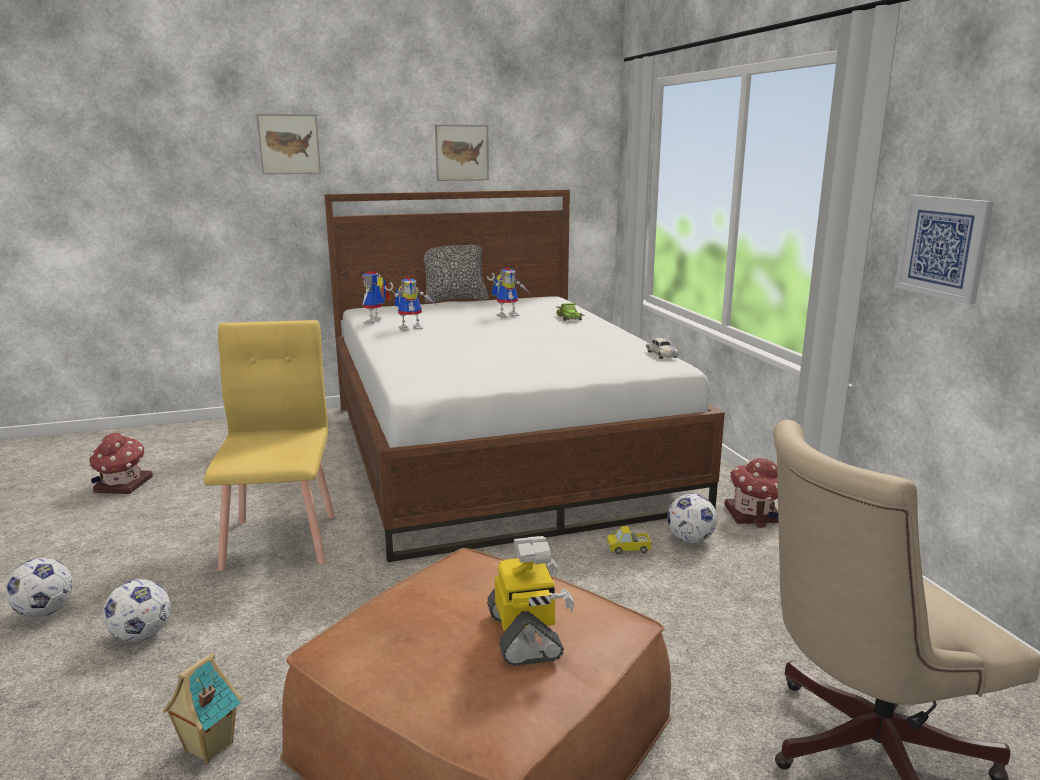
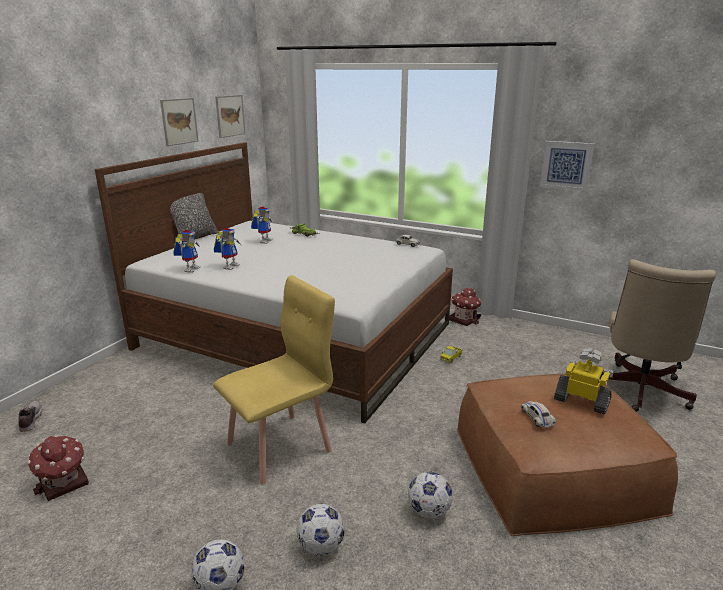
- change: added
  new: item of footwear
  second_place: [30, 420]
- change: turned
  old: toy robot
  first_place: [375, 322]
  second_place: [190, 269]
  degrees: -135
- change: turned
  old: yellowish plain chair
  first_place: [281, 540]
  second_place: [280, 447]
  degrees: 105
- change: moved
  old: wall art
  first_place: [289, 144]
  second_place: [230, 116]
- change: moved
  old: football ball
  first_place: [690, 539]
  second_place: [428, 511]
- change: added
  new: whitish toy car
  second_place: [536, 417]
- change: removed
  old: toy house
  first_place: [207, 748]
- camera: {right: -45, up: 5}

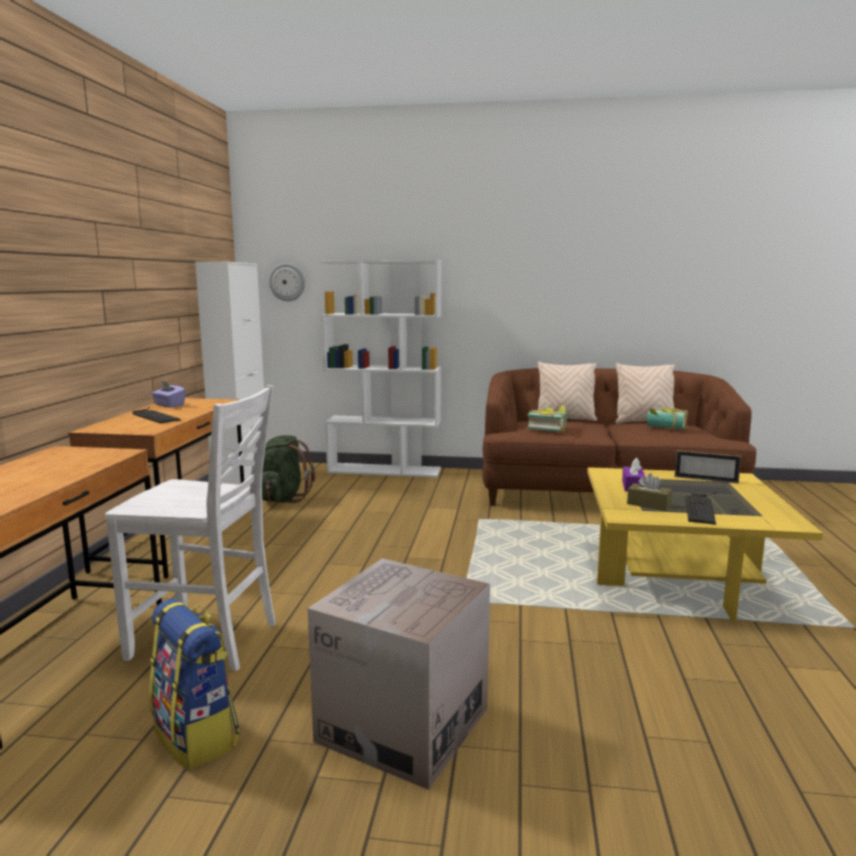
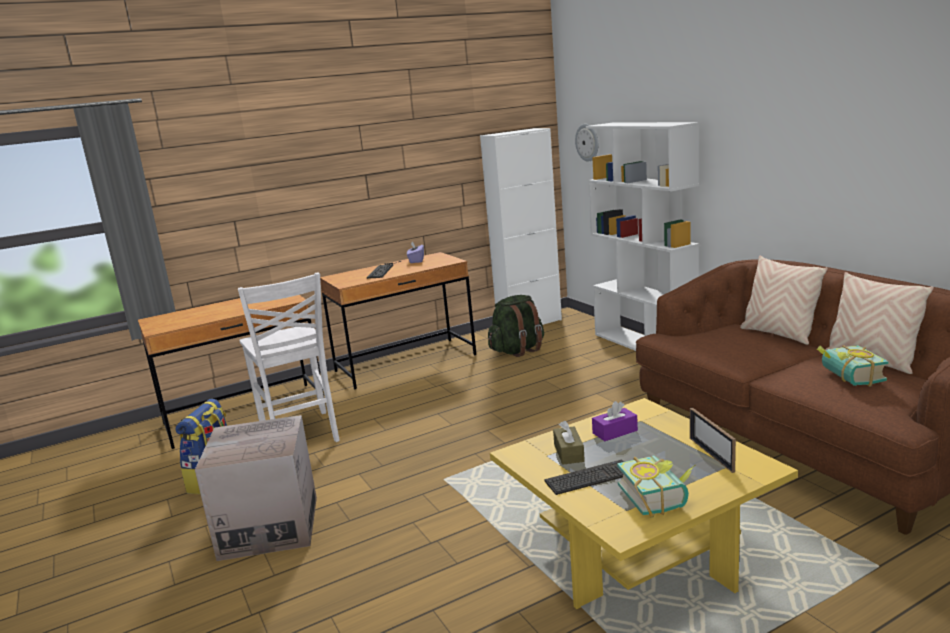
- change: moved
  old: bound book
  first_place: [547, 428]
  second_place: [658, 497]
- camera: {right: 55, up: 5}

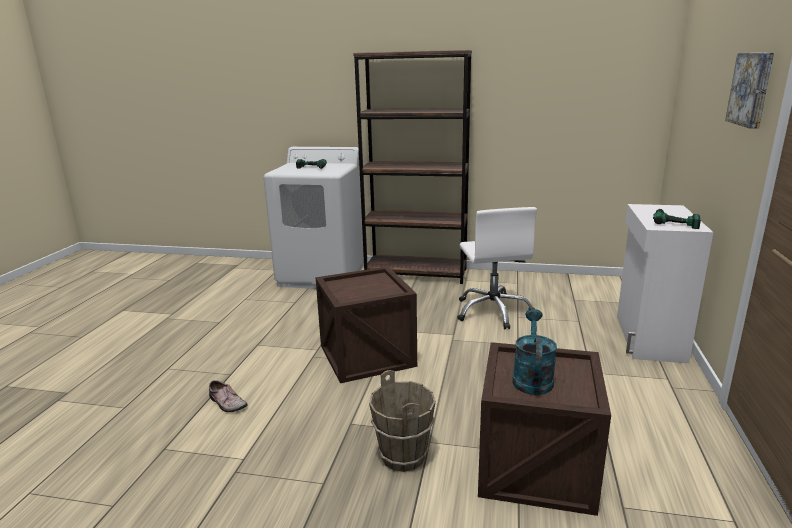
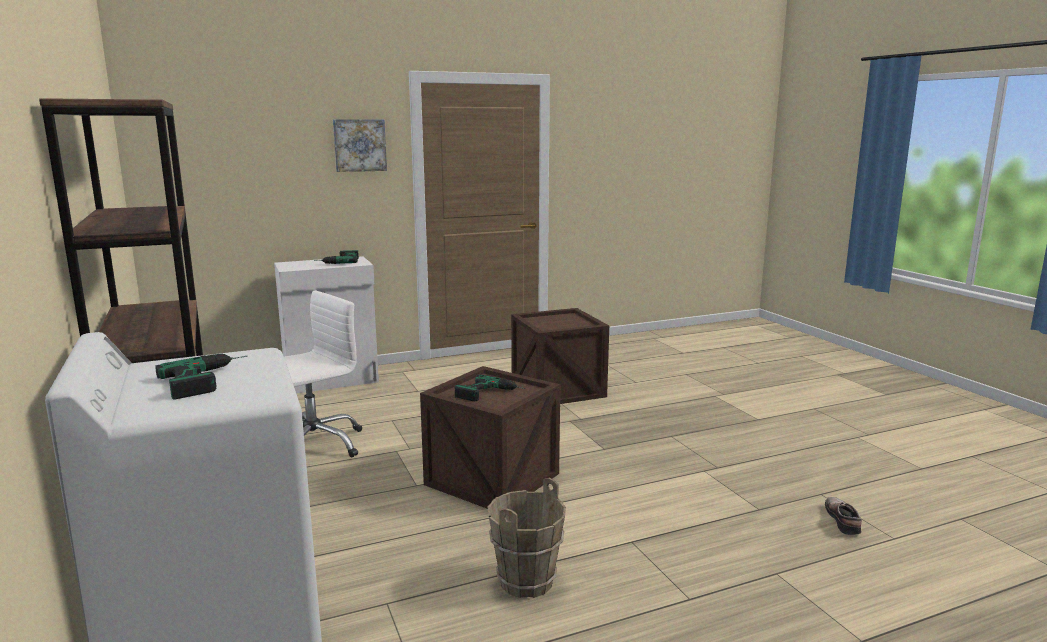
- change: added
  new: drill
  second_place: [491, 394]
- change: moved
  old: brown bucket
  first_place: [404, 456]
  second_place: [525, 581]
- change: moved
  old: item of footwear
  first_place: [226, 403]
  second_place: [844, 520]
- change: removed
  old: blue-green sprinkling can
  first_place: [532, 378]
- camera: {right: -125, up: -5}

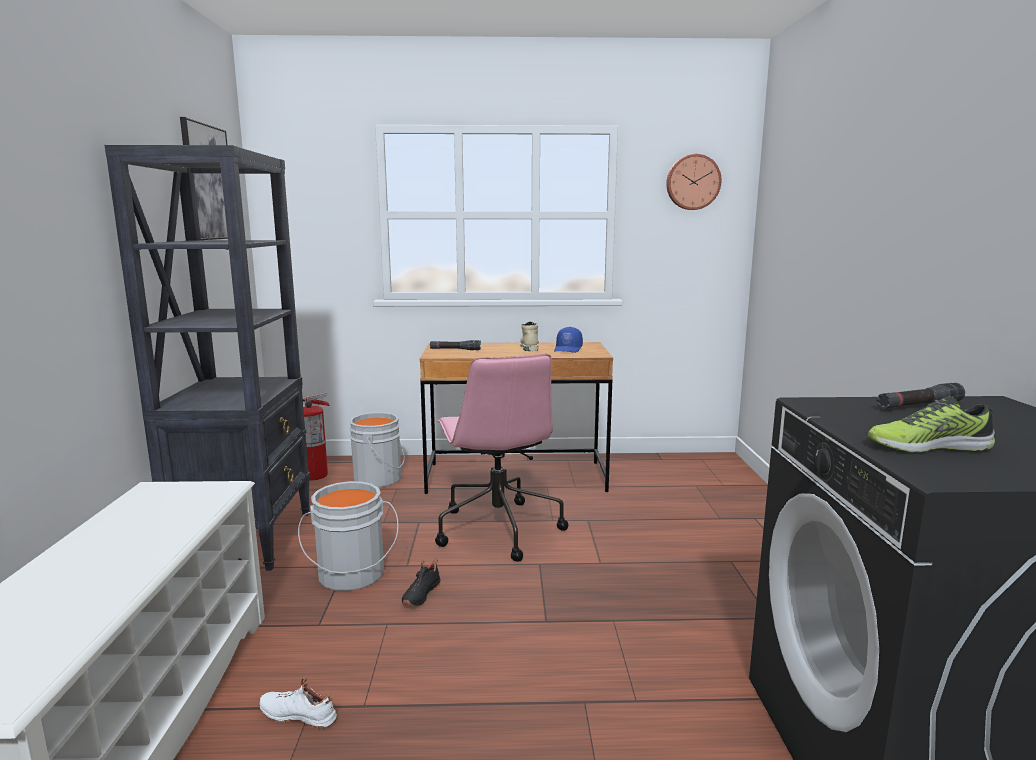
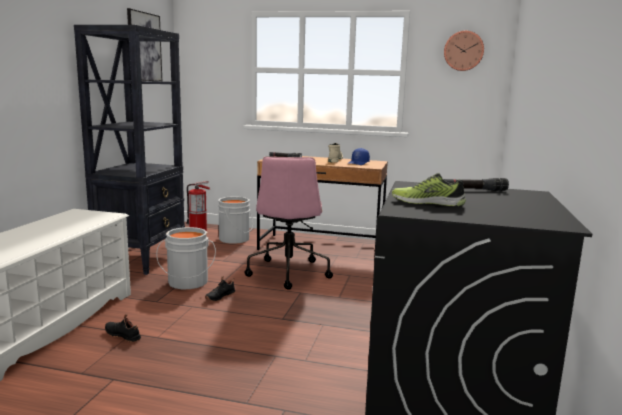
- change: recoloured
  old: whitish item of footwear
  new: blackish item of footwear
  first_place: [299, 714]
  second_place: [123, 335]
- camera: {right: 15, up: 0}

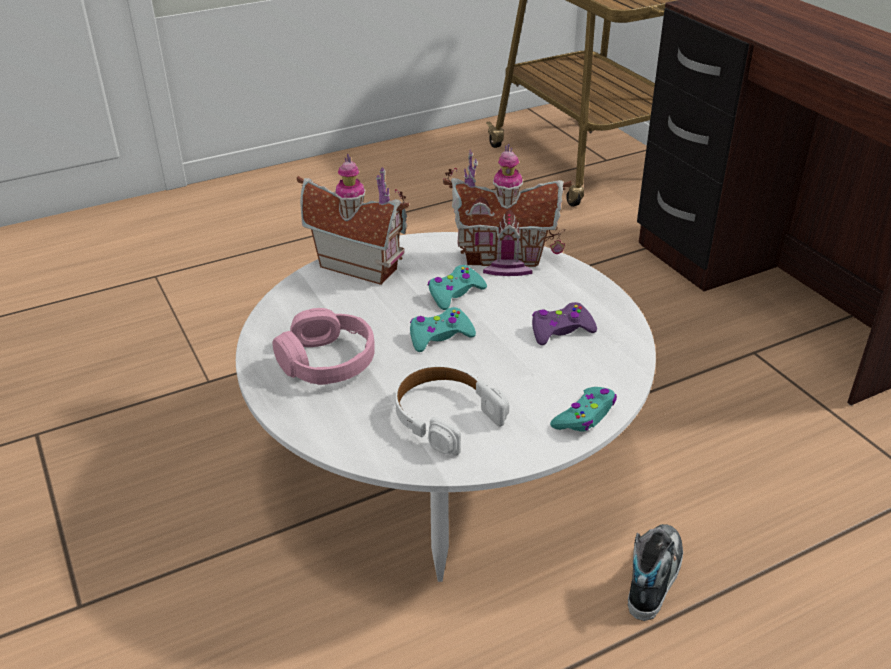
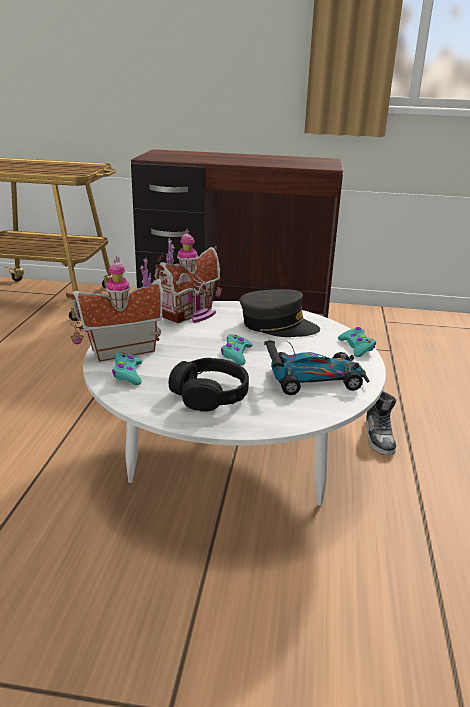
- change: moved
  old: blue-green game controller
  first_place: [455, 293]
  second_place: [128, 374]
- change: recoloured
  old: pink-coloured headphones
  new: blackish headphones
  first_place: [327, 361]
  second_place: [210, 394]
- change: replaced
  old: purple-coloured game controller
  new: gray cap
  first_place: [560, 330]
  second_place: [277, 326]
- change: replaced
  old: whitish headphones
  new: toy car
  first_place: [445, 416]
  second_place: [313, 379]
- change: turned
  old: item of footwear
  first_place: [653, 576]
  second_place: [379, 436]
  degrees: -150
- camera: {right: -55, up: -10}

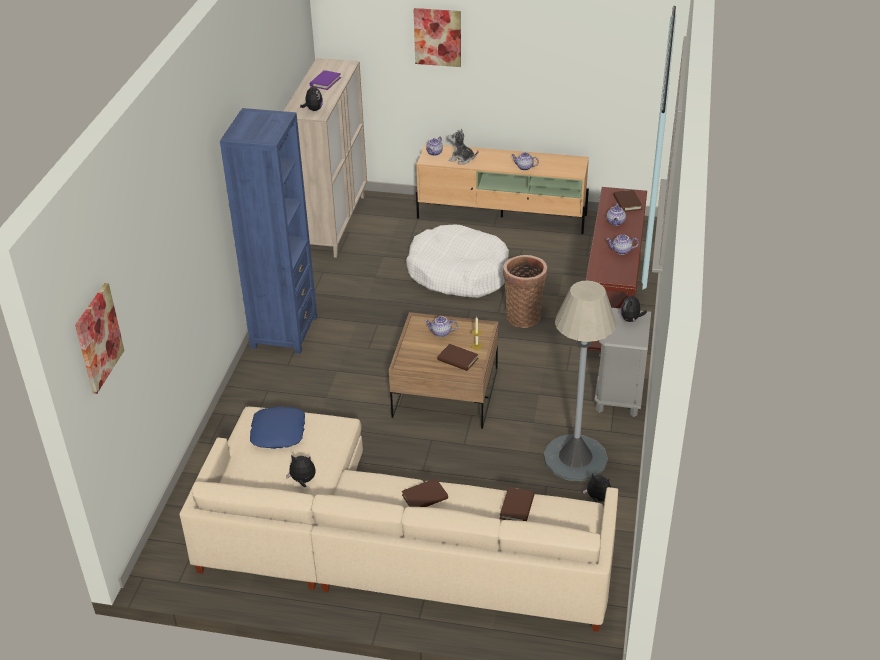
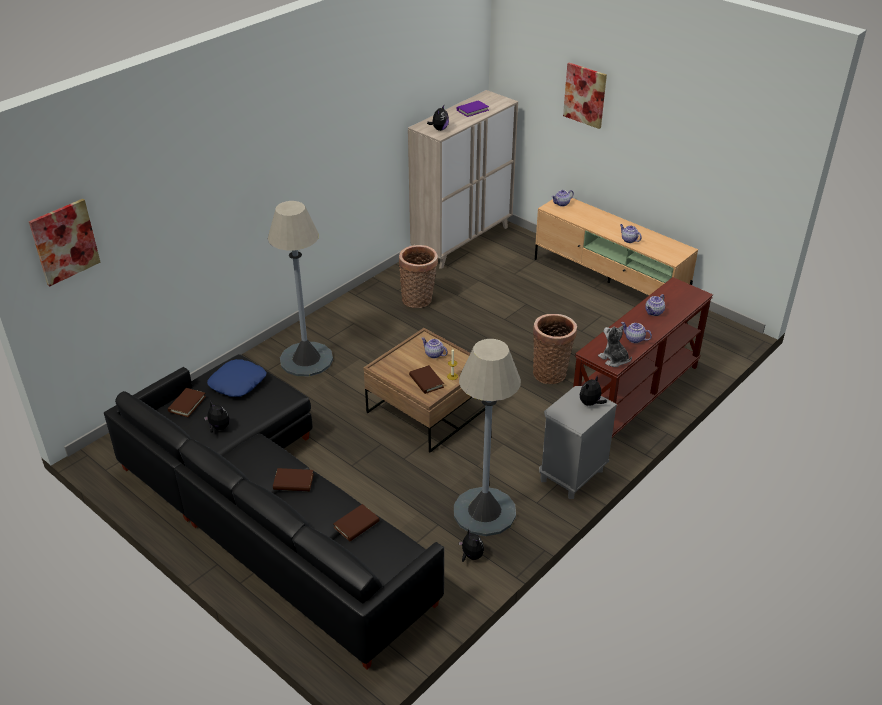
- change: recoloured
  old: sand-coloured settee
  new: blackish settee
  first_place: [383, 546]
  second_place: [267, 512]
- change: moved
  old: brown bound book
  first_place: [627, 202]
  second_place: [187, 404]
- change: added
  new: gray standard lamp
  second_place: [306, 360]
- change: added
  new: household basket
  second_place: [419, 300]
- change: moved
  old: soft toy
  first_place: [461, 159]
  second_place: [614, 359]
- change: removed
  old: blue bookshelf
  first_place: [284, 332]
- change: removed
  old: whitish dog cushion
  first_place: [458, 273]
- camera: {right: 30, up: 0}

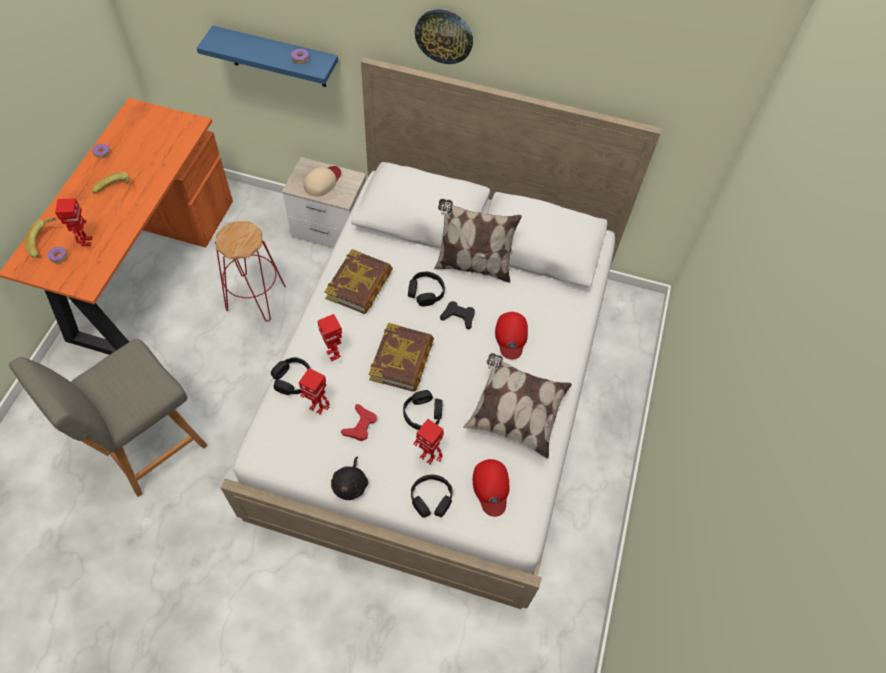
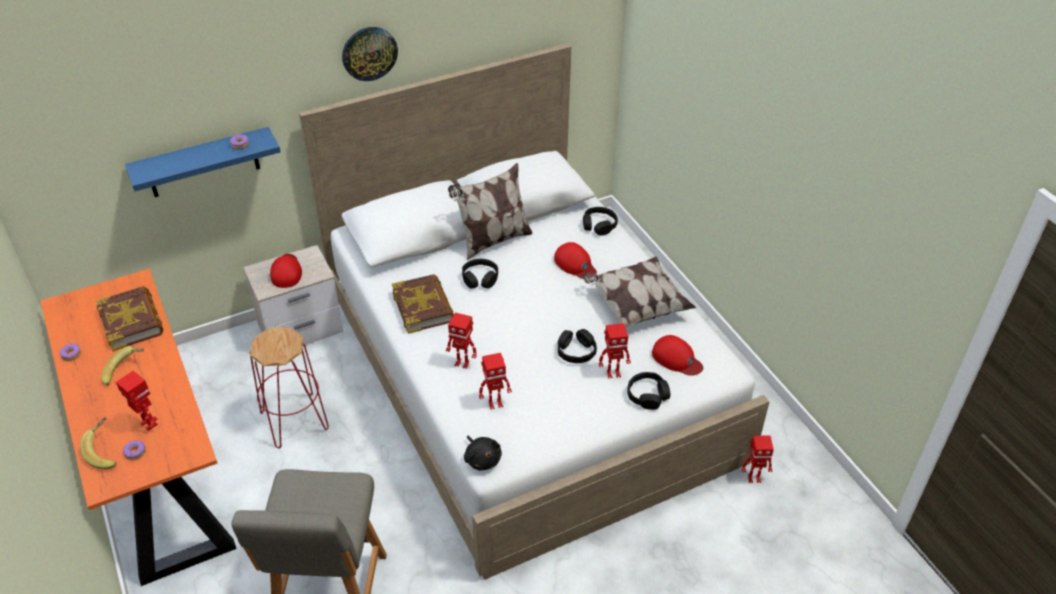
- change: moved
  old: bound book
  first_place: [402, 360]
  second_place: [132, 322]
- change: recoloured
  old: sand-coloured cap
  new: reddish cap
  first_place: [322, 181]
  second_place: [286, 272]
- change: moved
  old: blackish soft toy
  first_place: [350, 484]
  second_place: [482, 459]
- change: moved
  old: blackish headphones
  first_place: [293, 380]
  second_place: [599, 225]
- change: added
  new: toy robot
  second_place: [754, 478]
- change: removed
  old: reddish game controller
  first_place: [360, 425]
- change: removed
  old: blackish game controller
  first_place: [458, 316]
- camera: {right: -40, up: -15}

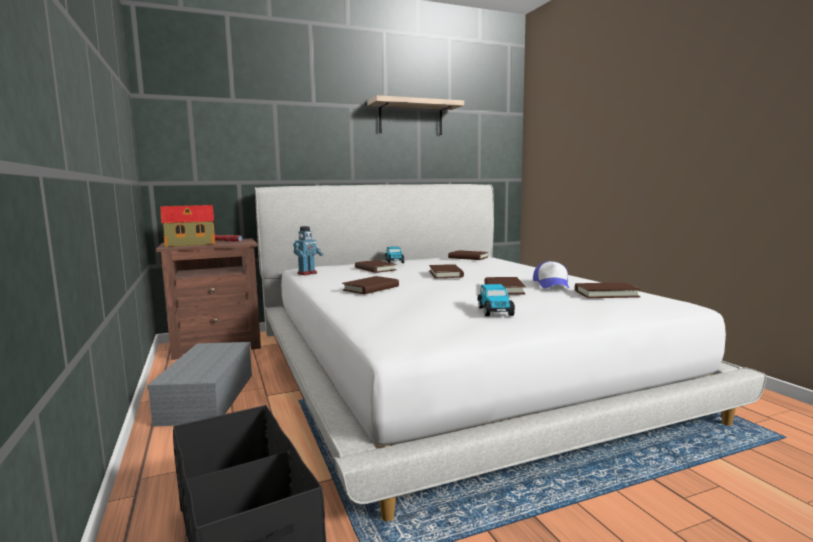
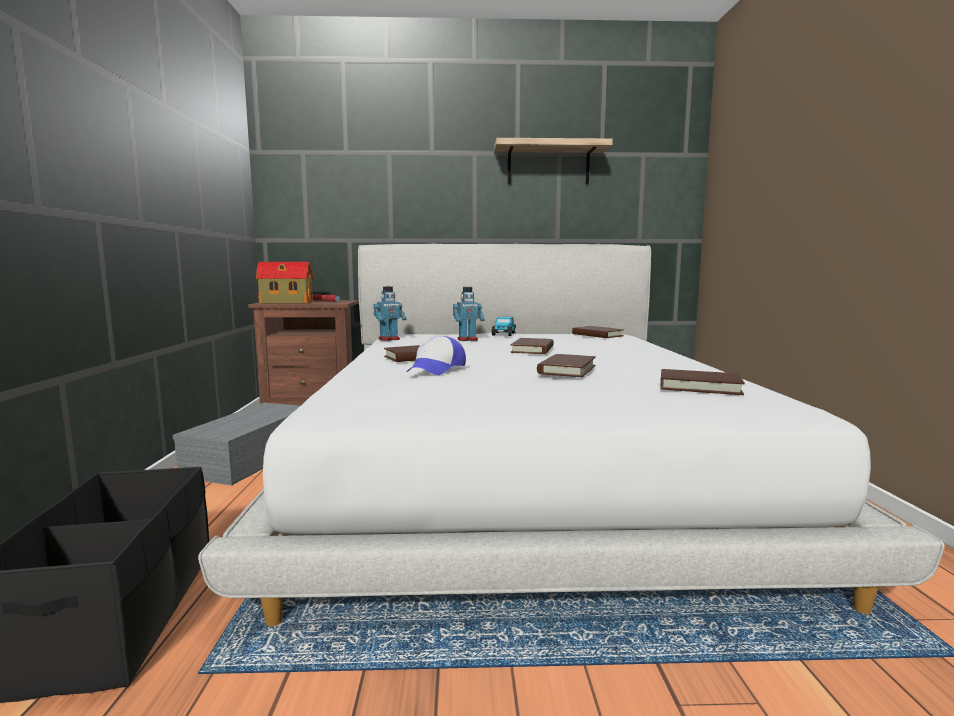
- change: moved
  old: cap
  first_place: [552, 284]
  second_place: [436, 369]
- change: replaced
  old: brown bound book
  new: toy robot
  first_place: [375, 269]
  second_place: [467, 340]
- change: removed
  old: toy car
  first_place: [495, 311]
- camera: {right: 20, up: 0}

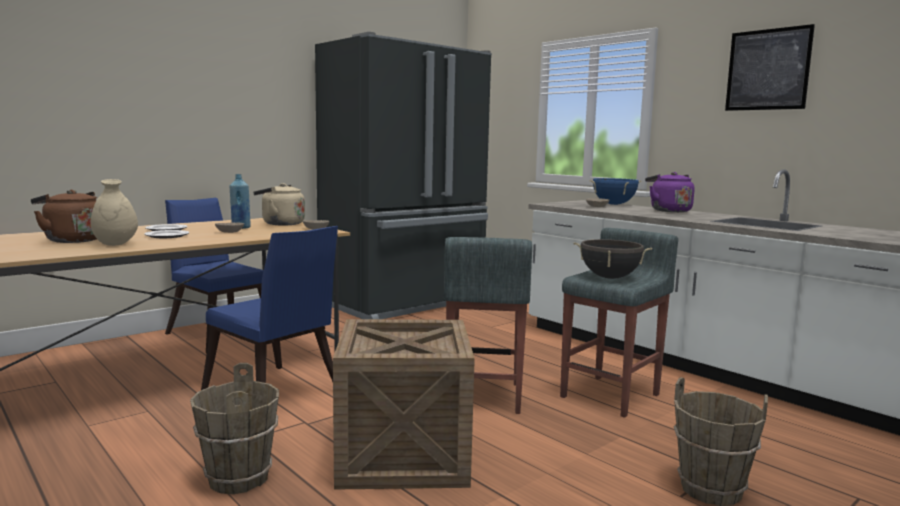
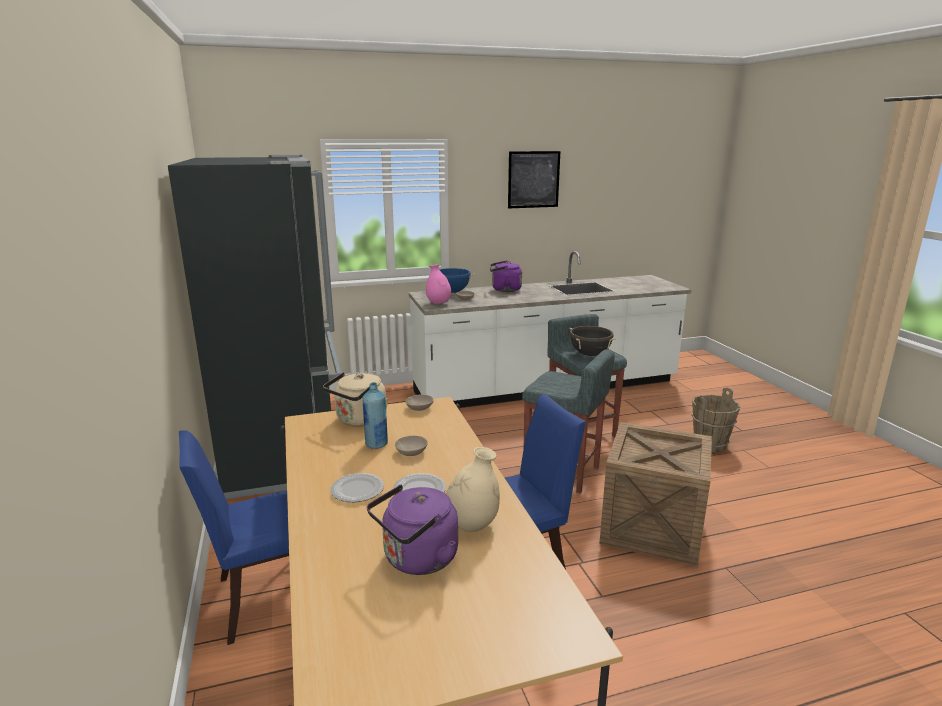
- change: recoloured
  old: brown water kettle
  new: purple-coloured water kettle
  first_place: [71, 240]
  second_place: [417, 560]
- change: added
  new: pink-coloured vase
  second_place: [438, 303]
- change: removed
  old: brown bucket
  first_place: [237, 479]
- camera: {right: -65, up: 10}

